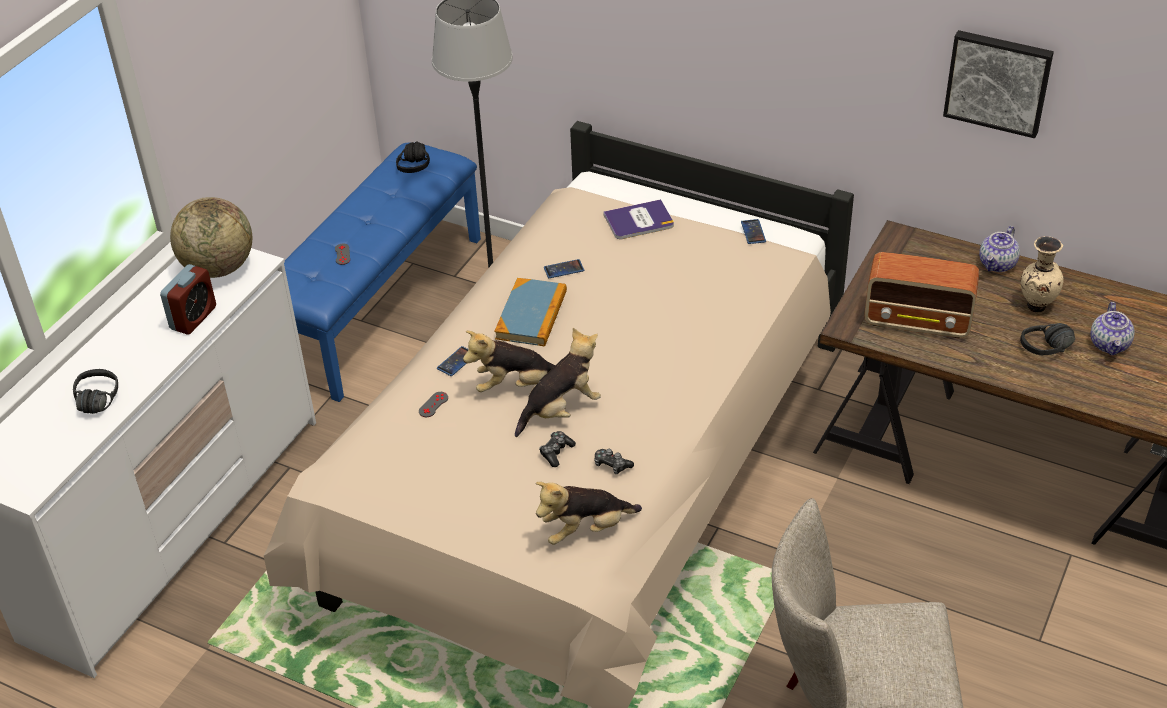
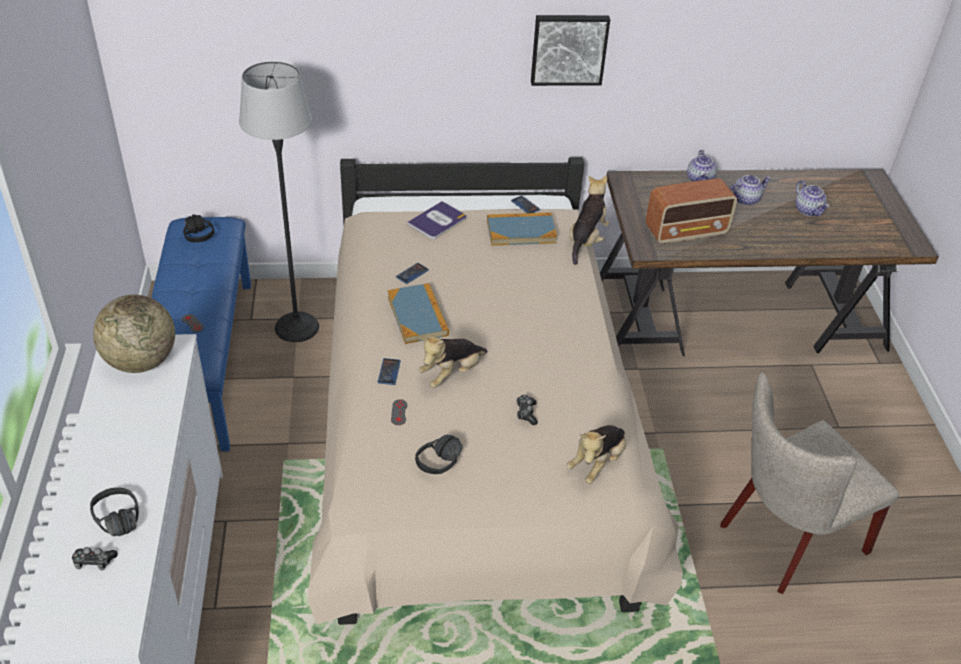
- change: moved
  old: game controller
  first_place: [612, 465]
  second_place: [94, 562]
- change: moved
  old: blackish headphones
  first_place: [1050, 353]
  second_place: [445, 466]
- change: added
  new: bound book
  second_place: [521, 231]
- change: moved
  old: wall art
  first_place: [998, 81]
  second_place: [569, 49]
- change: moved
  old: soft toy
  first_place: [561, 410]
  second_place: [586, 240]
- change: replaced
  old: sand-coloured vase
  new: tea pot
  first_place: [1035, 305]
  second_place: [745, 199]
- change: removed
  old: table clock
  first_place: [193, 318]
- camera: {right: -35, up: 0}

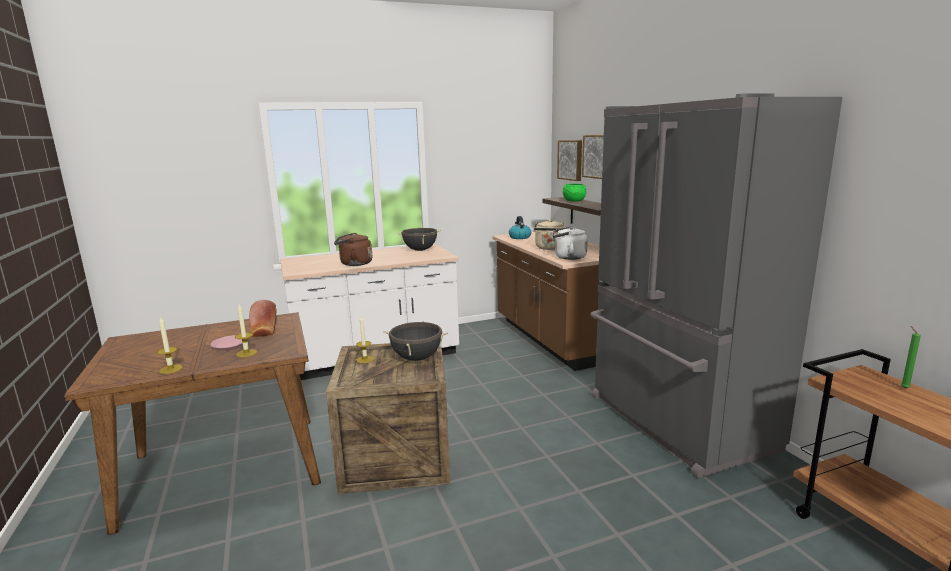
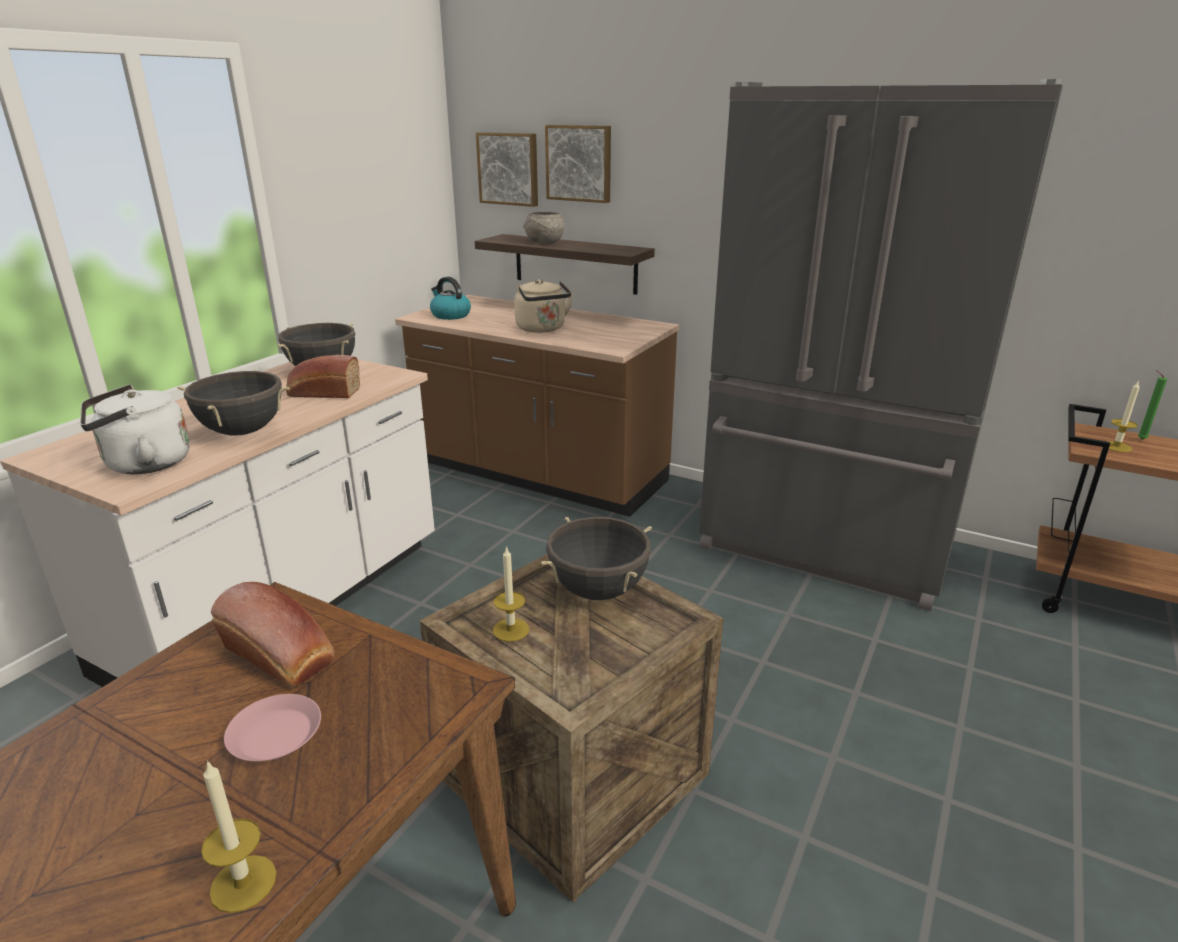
- change: moved
  old: whitish water kettle
  first_place: [568, 257]
  second_place: [143, 465]
- change: replaced
  old: brown water kettle
  new: blackish cooking pot
  first_place: [354, 264]
  second_place: [242, 432]
- change: added
  new: bread
  second_place: [322, 393]
- change: recoloured
  old: green-coloured serving bowl
  new: gray serving bowl
  first_place: [573, 201]
  second_place: [544, 242]
- change: moved
  old: candle
  first_place: [246, 353]
  second_place: [1116, 446]
- camera: {right: -40, up: 10}

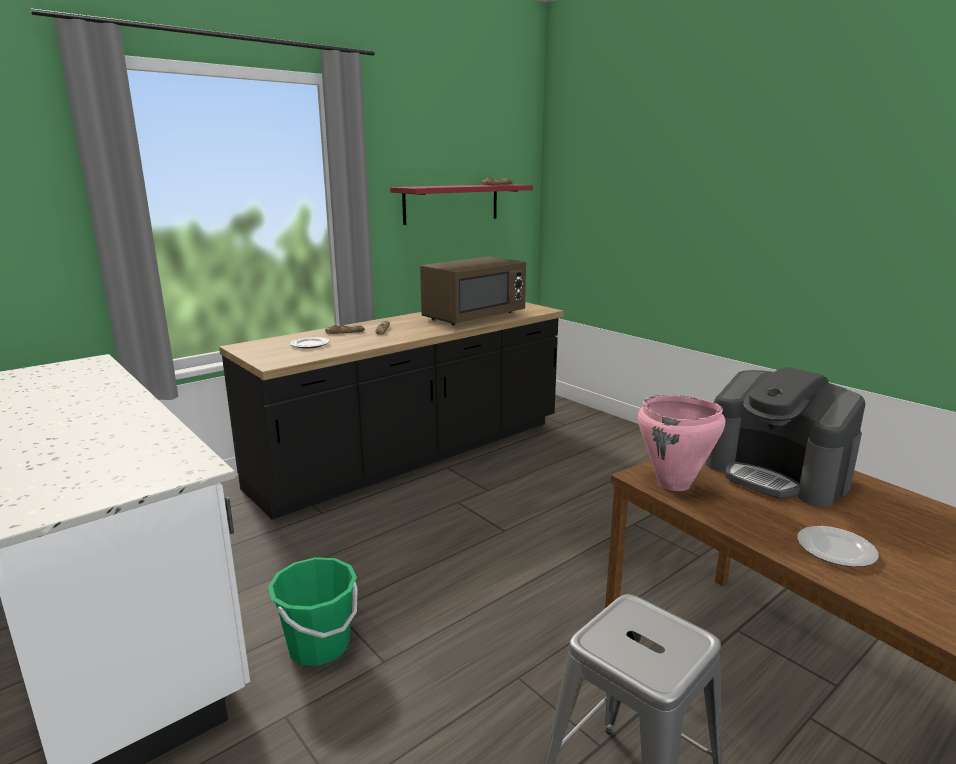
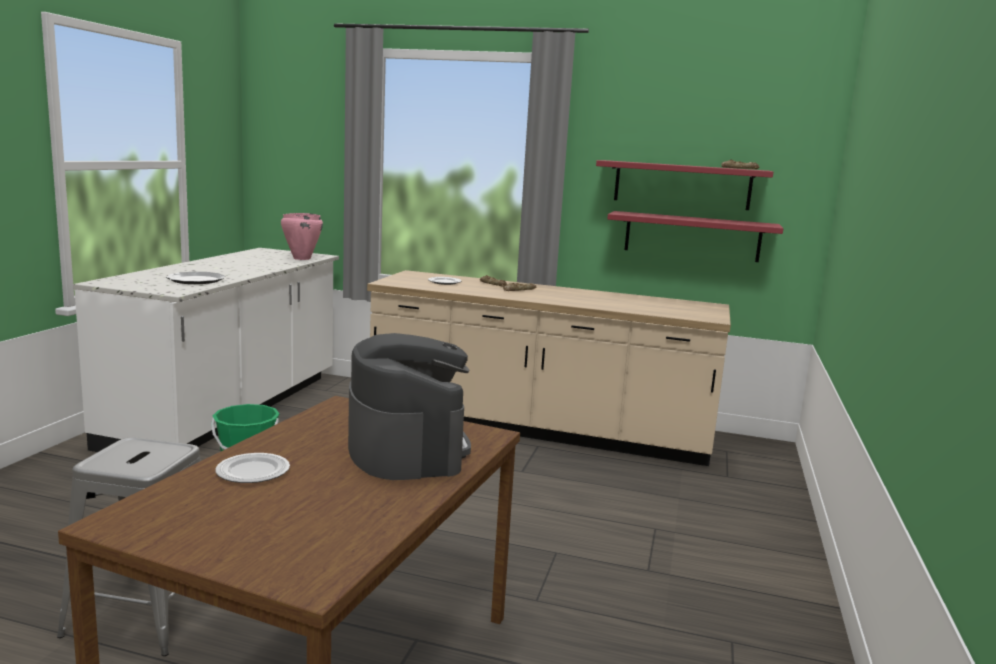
- change: added
  new: flat dish
  second_place: [196, 280]
- change: moved
  old: pink-coloured cooking pot
  first_place: [674, 484]
  second_place: [301, 258]
- change: turned
  old: coffee machine
  first_place: [776, 474]
  second_place: [406, 449]
  degrees: 150
- change: recoloured
  old: blackish counter
  new: sand-coloured counter
  first_place: [414, 455]
  second_place: [538, 429]
- change: added
  new: reddish shelf
  second_place: [692, 236]
- change: removed
  old: brown microwave oven
  first_place: [474, 317]
- camera: {right: 55, up: -5}

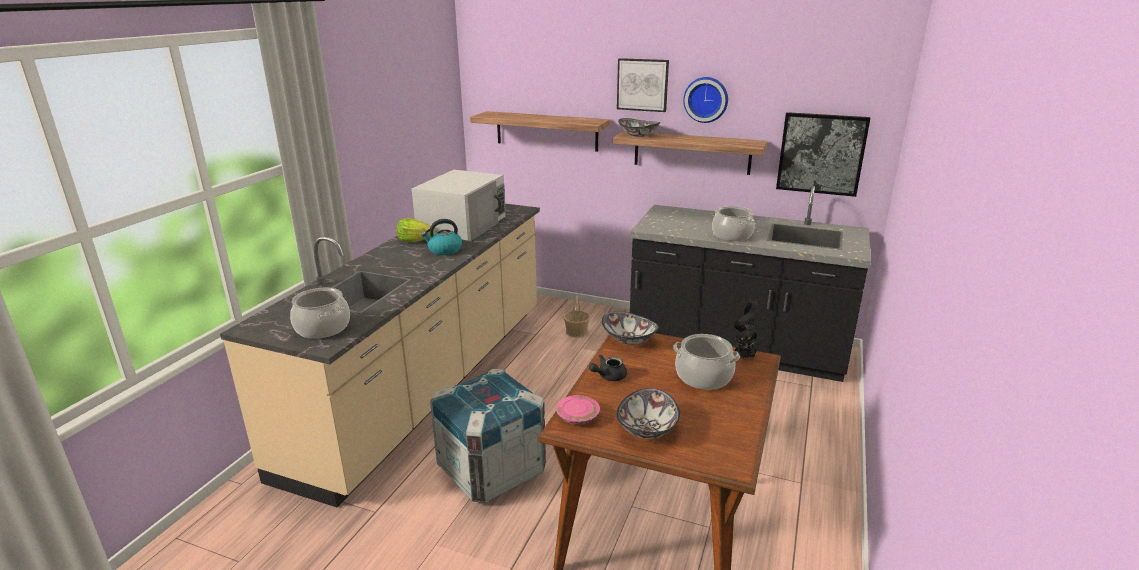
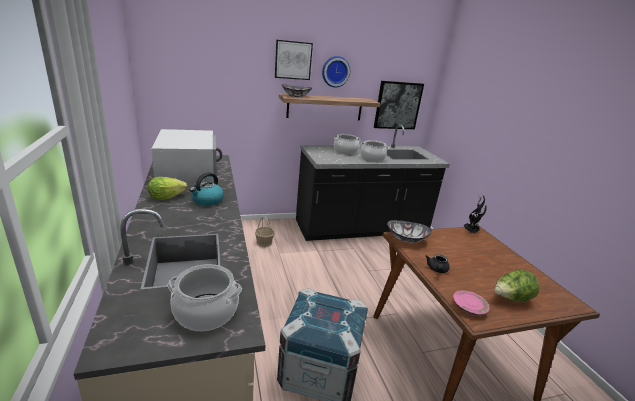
- change: moved
  old: cooking pot
  first_place: [704, 376]
  second_place: [345, 151]
- change: replaced
  old: serving bowl
  new: head of lettuce
  first_place: [648, 429]
  second_place: [511, 299]
- change: removed
  old: shelf
  first_place: [546, 131]
- camera: {right: -40, up: 0}

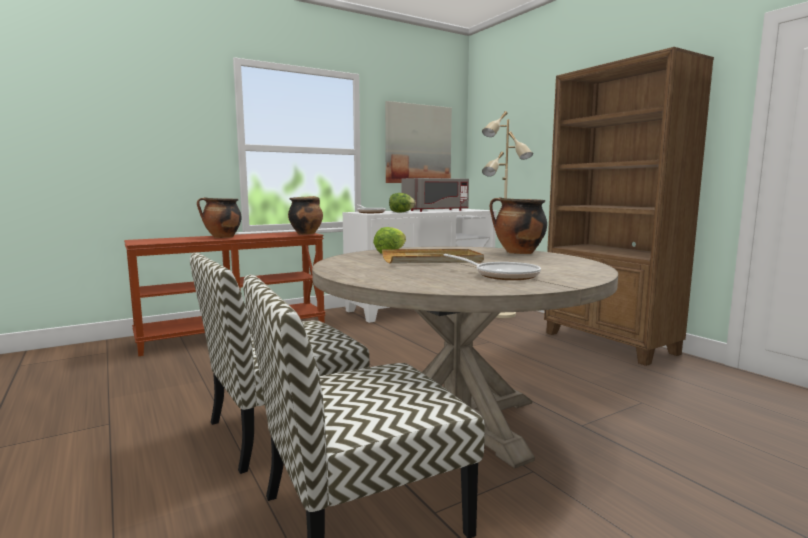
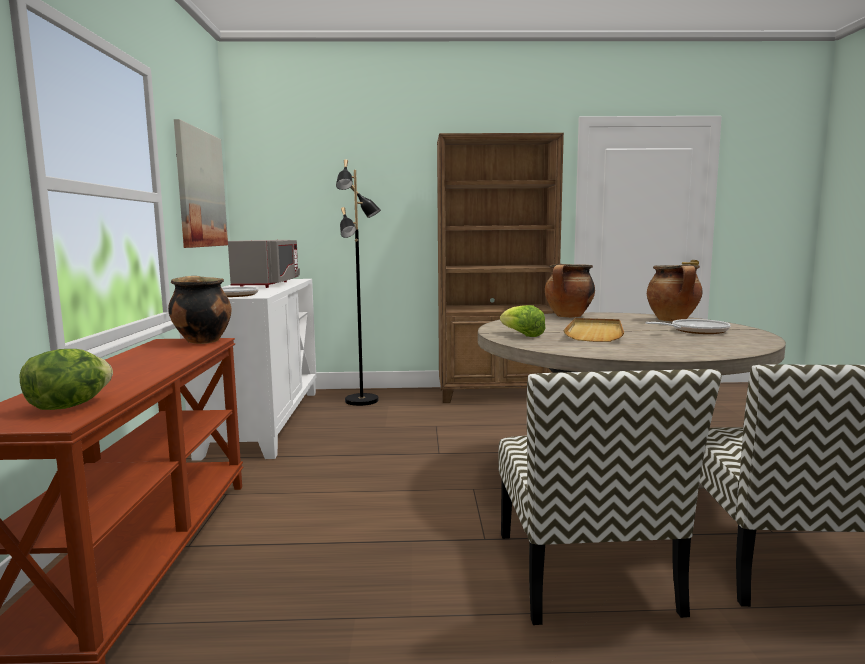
- change: moved
  old: head of lettuce
  first_place: [401, 212]
  second_place: [69, 406]
- change: recoloured
  old: sand-coloured standard lamp
  new: blackish standard lamp
  first_place: [501, 314]
  second_place: [362, 401]
- change: moved
  old: cooking pot
  first_place: [222, 237]
  second_place: [673, 320]
- camera: {right: -60, up: 0}

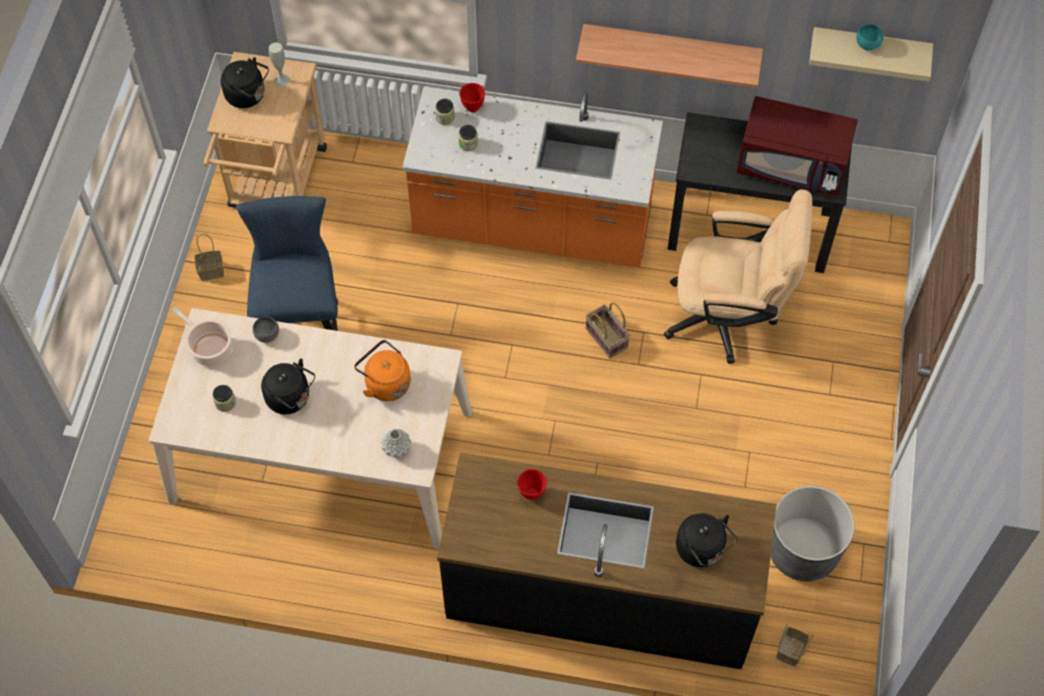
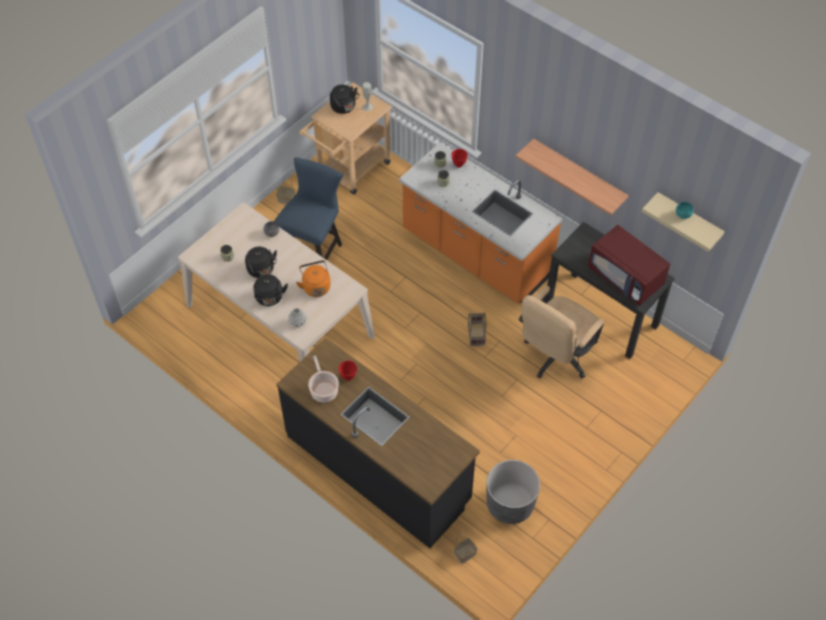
- change: moved
  old: blackish water kettle
  first_place: [702, 550]
  second_place: [269, 298]
- change: moved
  old: cooking pot
  first_place: [209, 348]
  second_place: [323, 390]
- change: turned
  old: sand-coloured office chair
  first_place: [729, 317]
  second_place: [555, 357]
  degrees: 90
- camera: {right: 30, up: -5}

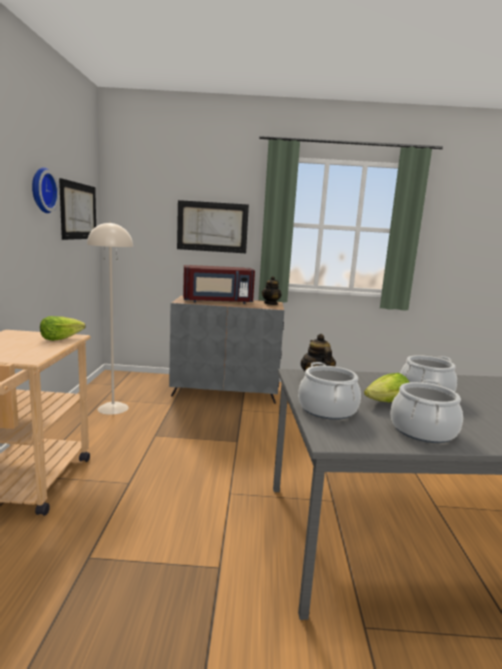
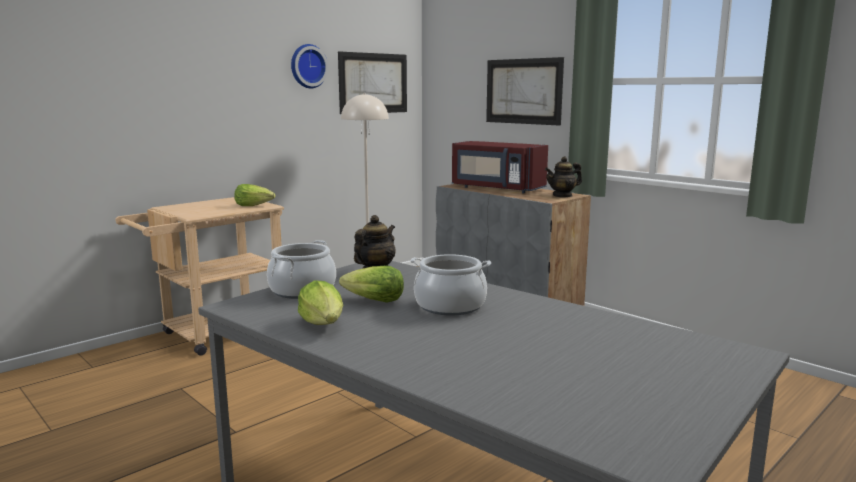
- change: replaced
  old: cooking pot
  new: head of lettuce
  first_place: [422, 431]
  second_place: [323, 324]
- camera: {right: 45, up: 0}

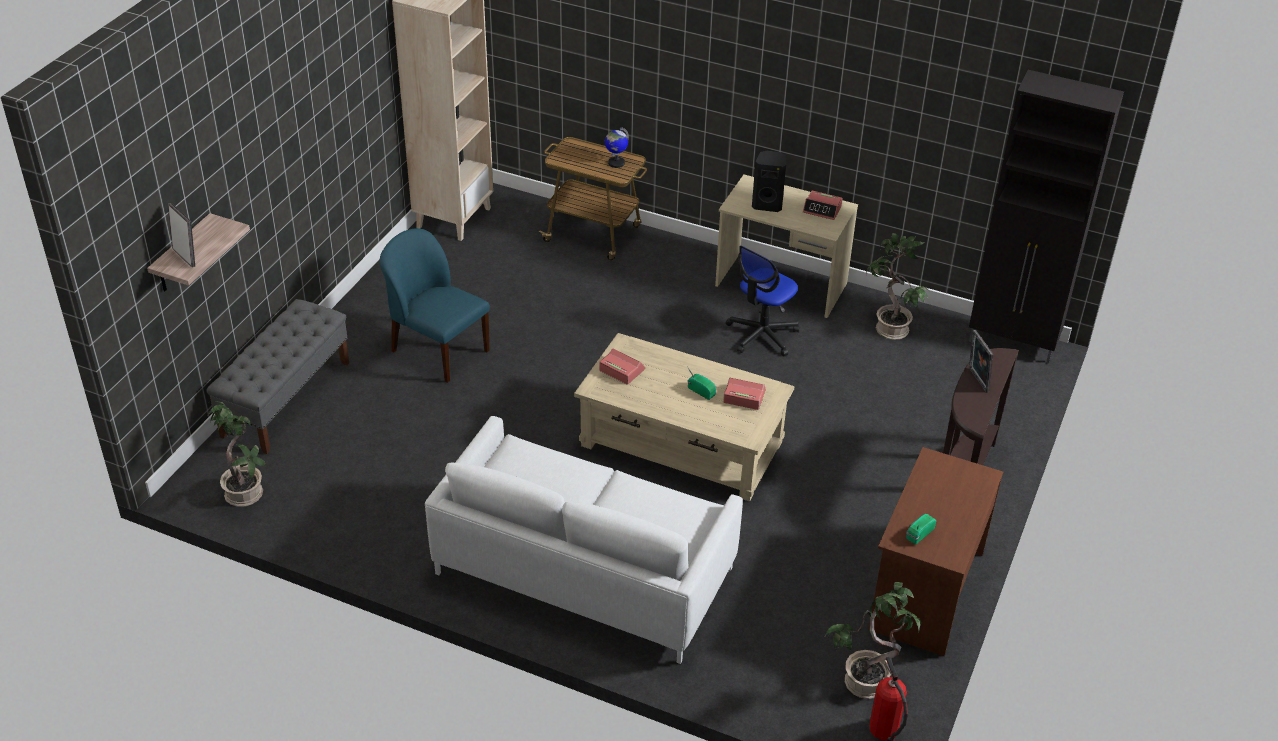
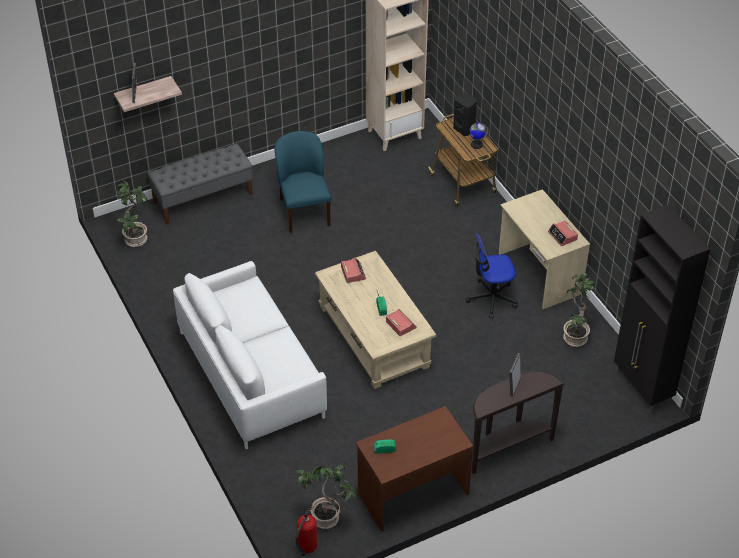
- change: moved
  old: blackish speaker
  first_place: [767, 204]
  second_place: [464, 129]
- camera: {right: 40, up: 5}

